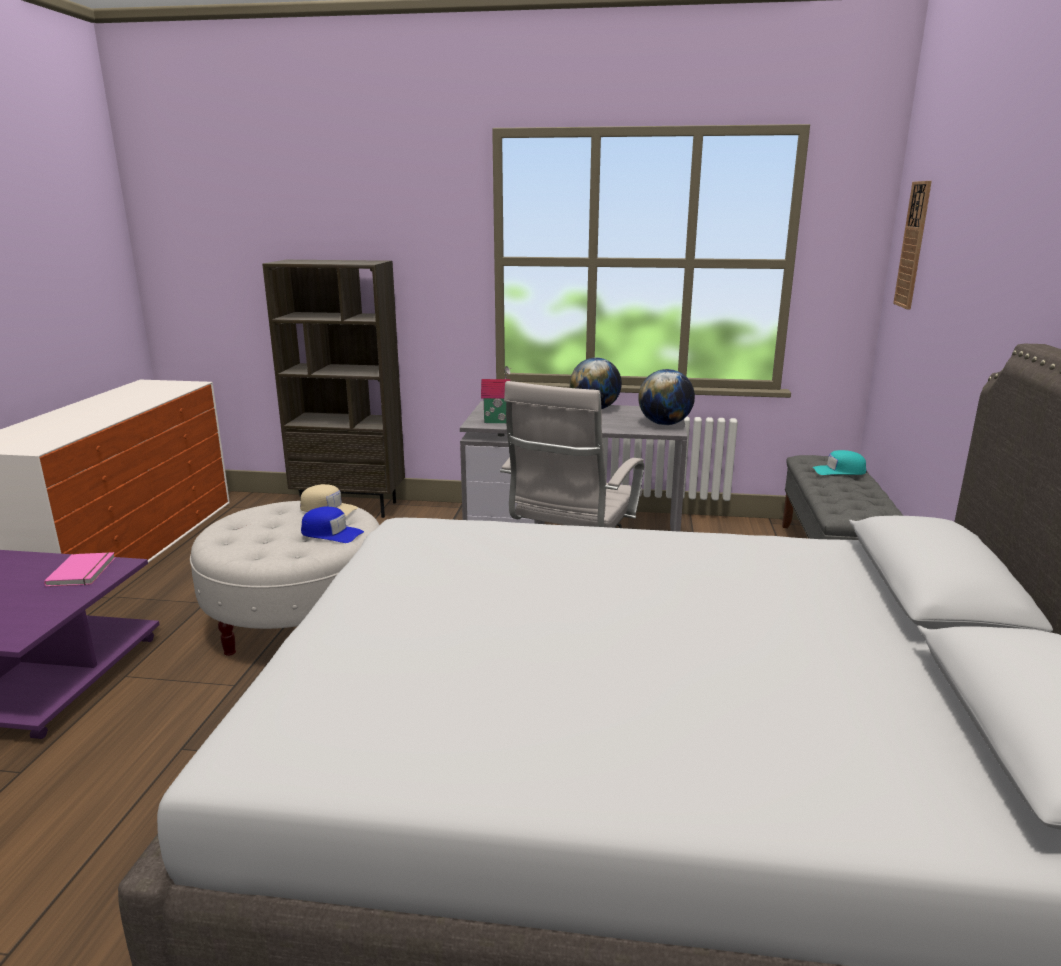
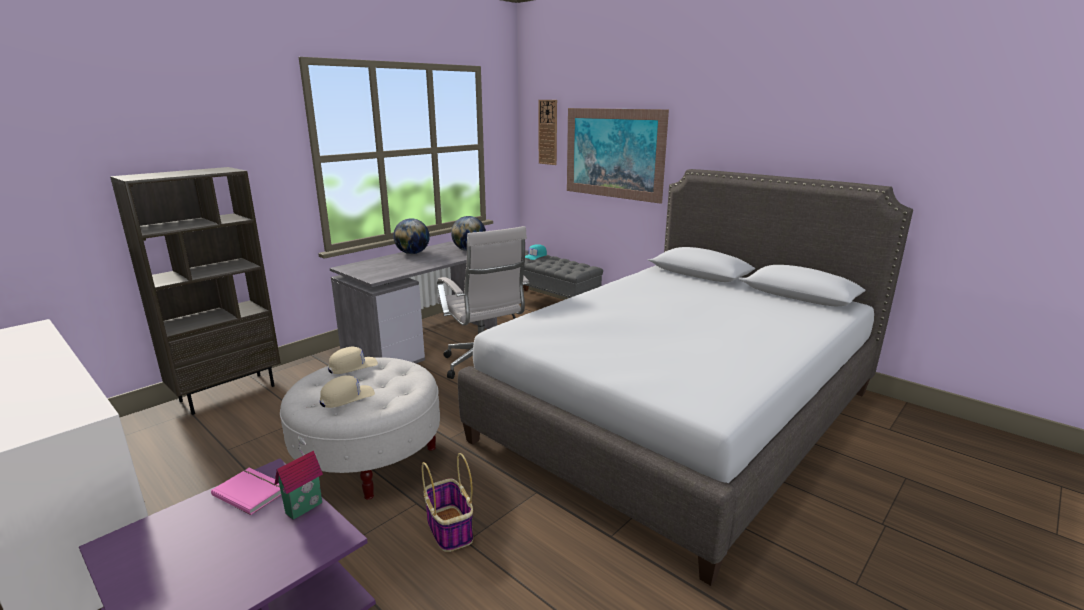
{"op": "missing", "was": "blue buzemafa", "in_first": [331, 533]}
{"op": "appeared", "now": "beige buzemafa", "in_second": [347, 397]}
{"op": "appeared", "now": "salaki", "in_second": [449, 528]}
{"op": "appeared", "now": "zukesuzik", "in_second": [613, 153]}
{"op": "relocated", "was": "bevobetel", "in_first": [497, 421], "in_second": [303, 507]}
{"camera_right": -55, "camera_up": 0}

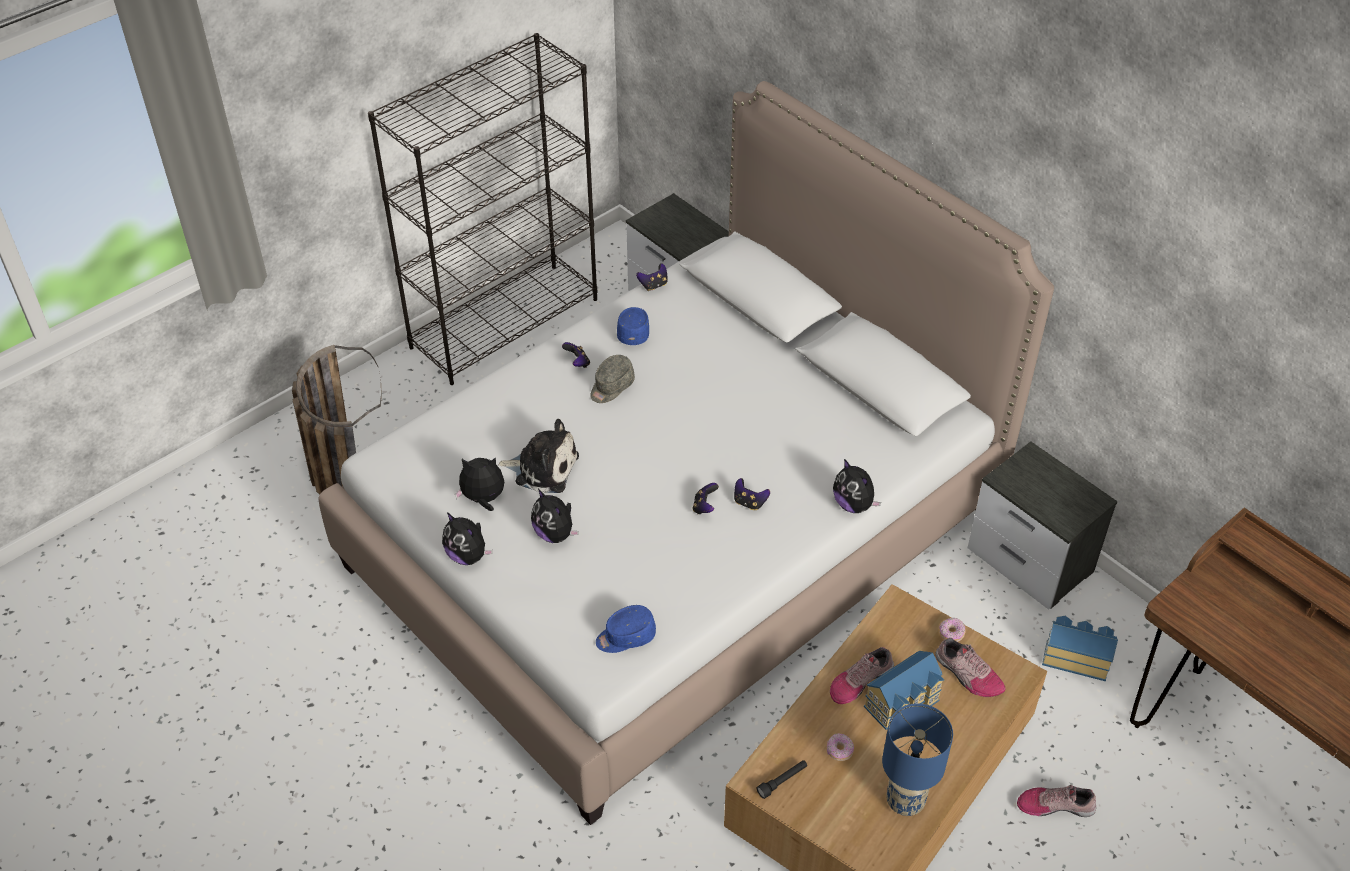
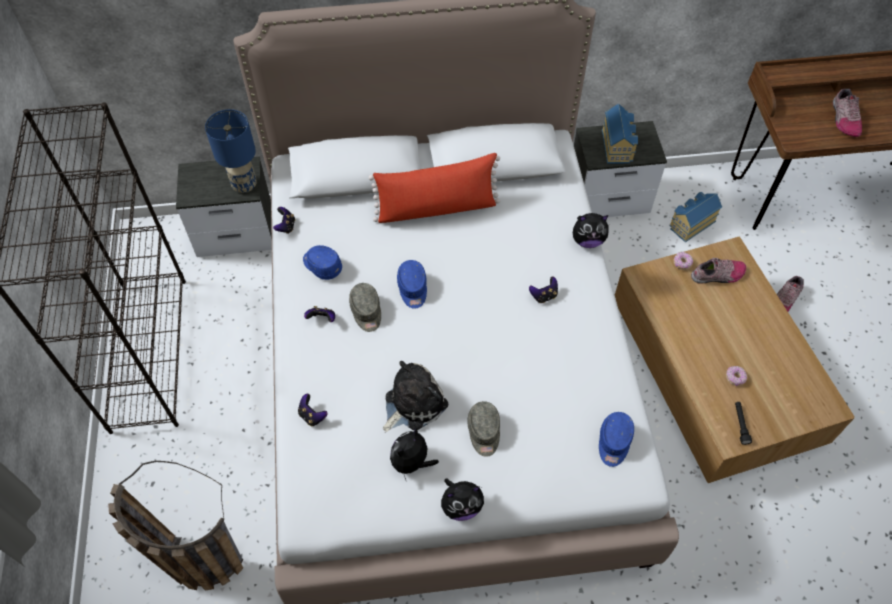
{"op": "appeared", "now": "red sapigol", "in_second": [436, 208]}
{"op": "appeared", "now": "blue buzemafa", "in_second": [412, 289]}
{"op": "relocated", "was": "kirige", "in_first": [704, 507], "in_second": [312, 416]}
{"op": "relocated", "was": "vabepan", "in_first": [860, 681], "in_second": [844, 119]}
{"op": "relocated", "was": "bevobetel", "in_first": [904, 703], "in_second": [618, 145]}
{"op": "relocated", "was": "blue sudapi", "in_first": [904, 801], "in_second": [244, 185]}
{"op": "exchanged", "was": "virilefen", "now": "grey buzemafa", "in_first": [555, 534], "in_second": [484, 432]}
{"camera_right": -55, "camera_up": 10}

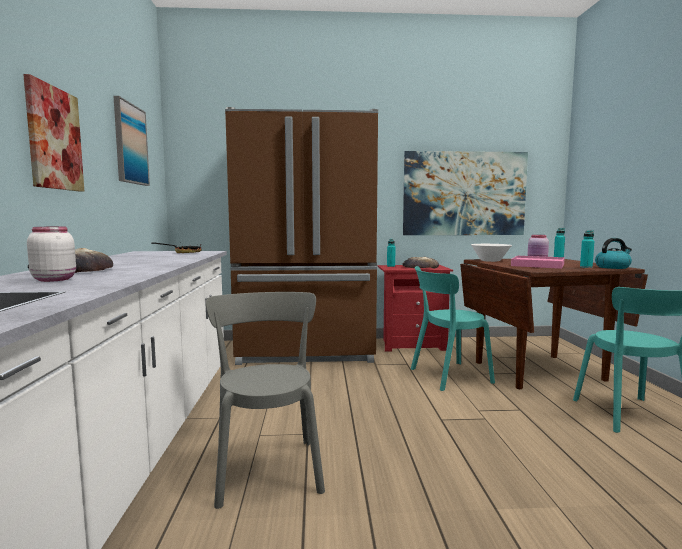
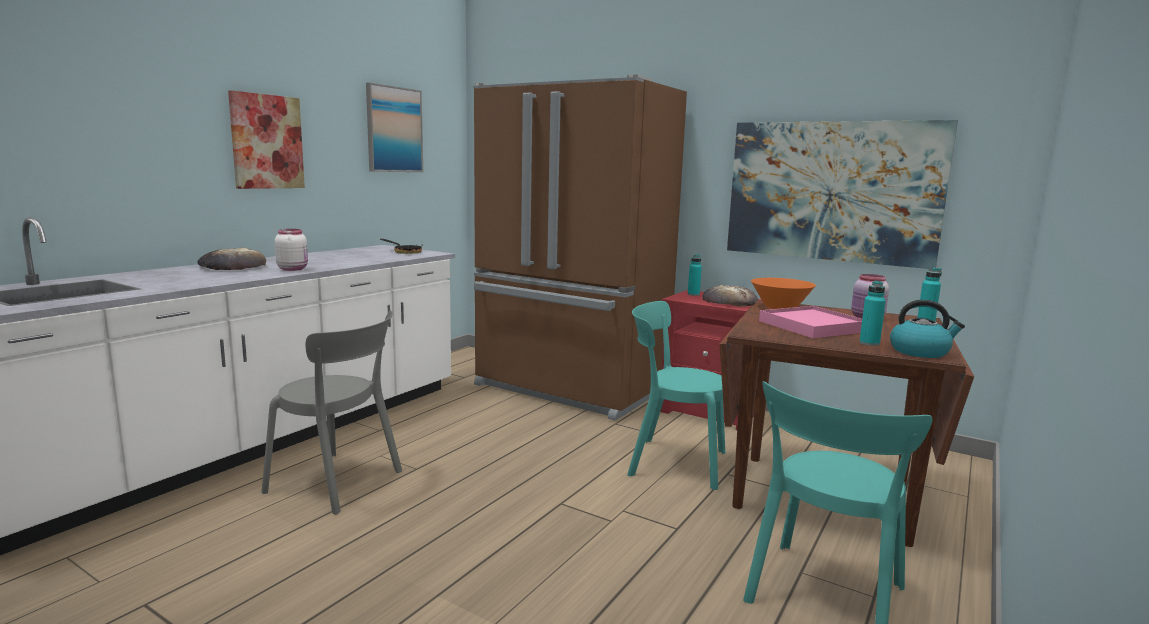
{"op": "relocated", "was": "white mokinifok", "in_first": [54, 279], "in_second": [293, 269]}
{"op": "colour", "was": "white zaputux", "now": "orange zaputux", "in_first": [490, 261], "in_second": [780, 308]}
{"op": "spun", "was": "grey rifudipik", "in_first": [267, 467], "in_second": [339, 483], "clockwise": 90}
{"camera_right": 35, "camera_up": 5}

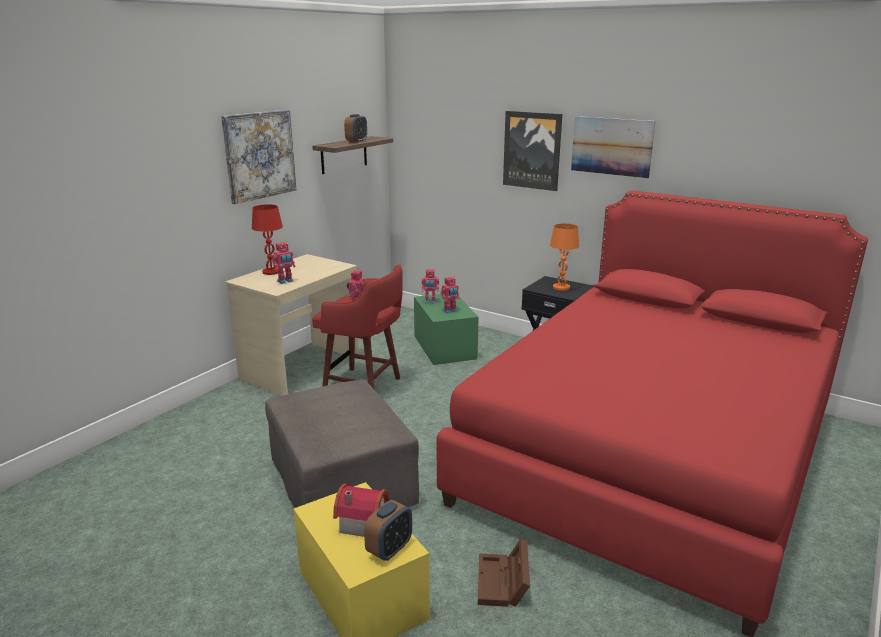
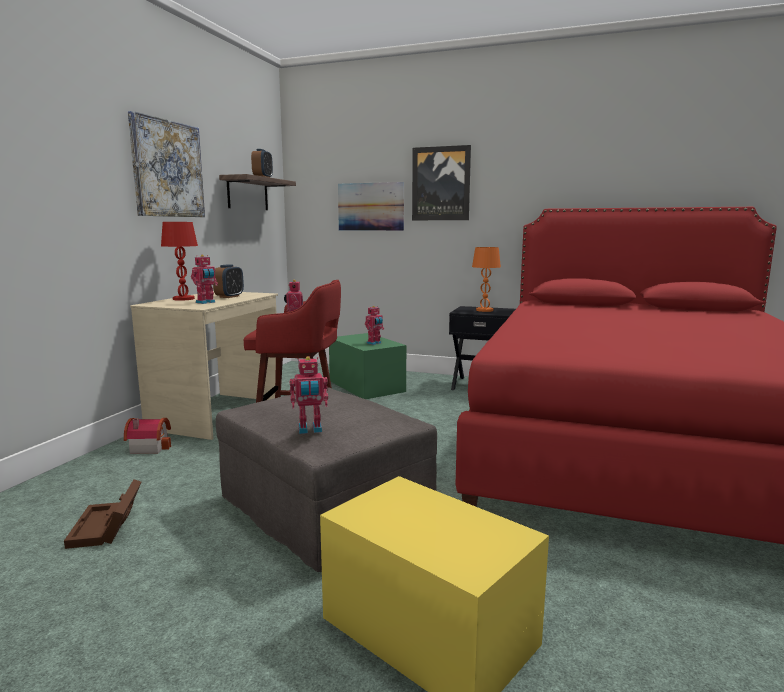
{"op": "relocated", "was": "bevobetel", "in_first": [362, 521], "in_second": [149, 447]}
{"op": "relocated", "was": "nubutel", "in_first": [389, 549], "in_second": [229, 296]}
{"op": "relocated", "was": "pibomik", "in_first": [430, 302], "in_second": [310, 430]}
{"op": "relocated", "was": "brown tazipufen", "in_first": [503, 583], "in_second": [107, 527]}
{"op": "relocated", "was": "zukesuzik", "in_first": [611, 146], "in_second": [370, 206]}
{"camera_right": -15, "camera_up": -10}

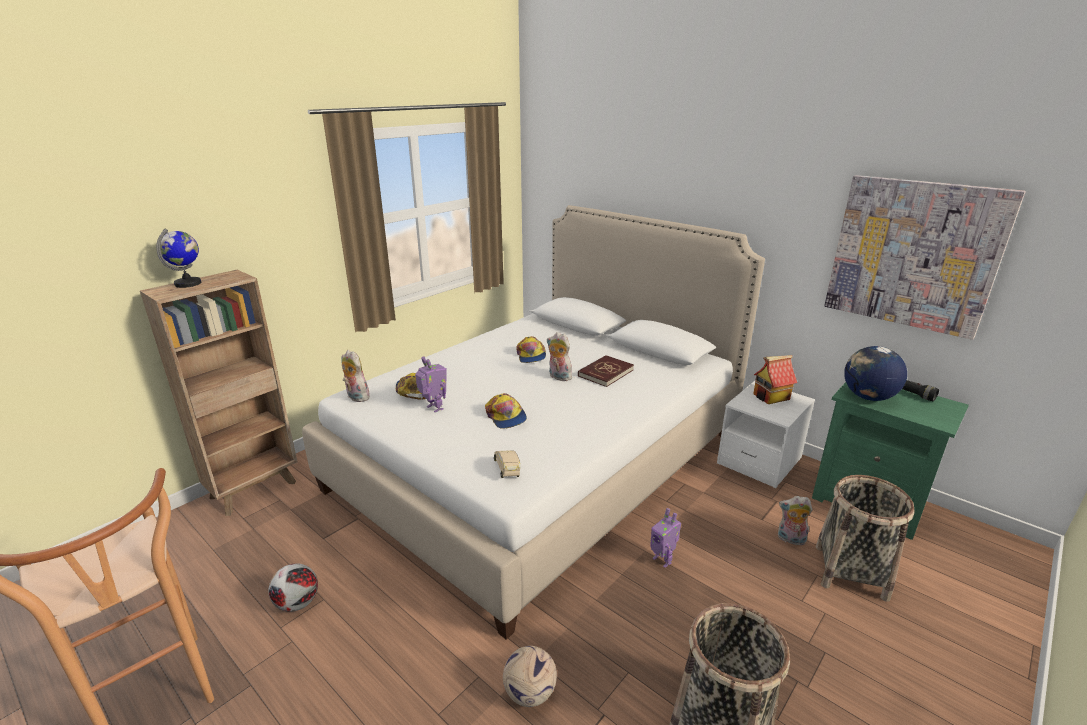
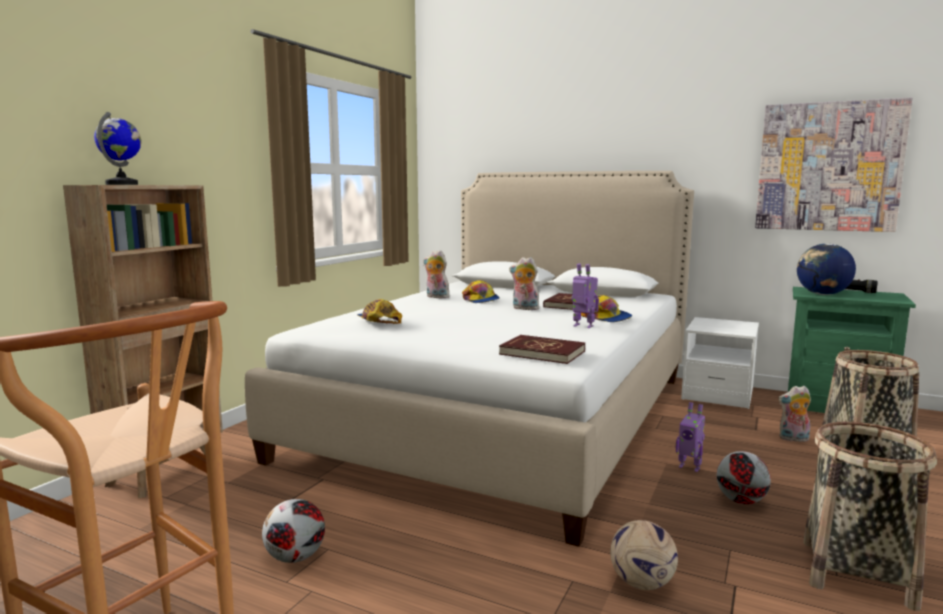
{"op": "missing", "was": "bevobetel", "in_first": [771, 397]}
{"op": "appeared", "now": "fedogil", "in_second": [740, 501]}
{"op": "relocated", "was": "virilefen", "in_first": [356, 397], "in_second": [436, 297]}
{"op": "relocated", "was": "pibomik", "in_first": [434, 408], "in_second": [583, 326]}
{"op": "relocated", "was": "buzemafa", "in_first": [506, 416], "in_second": [606, 318]}
{"op": "exchanged", "was": "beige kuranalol", "now": "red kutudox", "in_first": [507, 469], "in_second": [542, 353]}
{"camera_right": -15, "camera_up": -15}

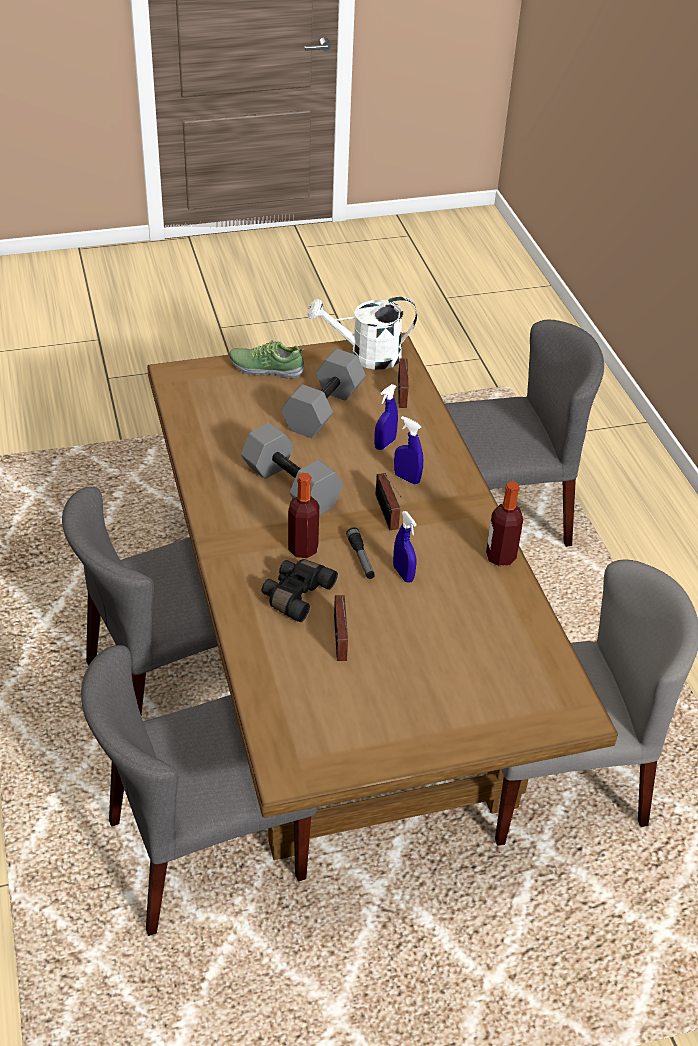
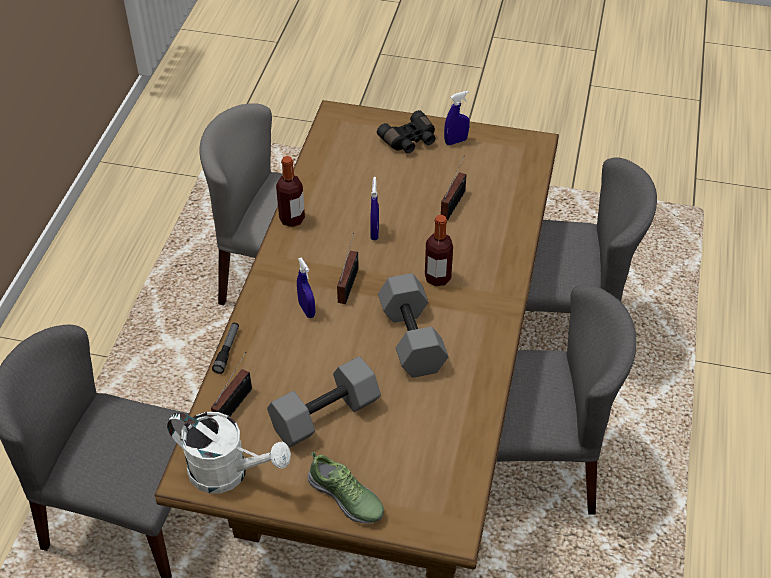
{"op": "relocated", "was": "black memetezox", "in_first": [295, 594], "in_second": [410, 141]}
{"op": "relocated", "was": "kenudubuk", "in_first": [361, 558], "in_second": [227, 350]}
{"op": "relocated", "was": "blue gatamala", "in_first": [385, 444], "in_second": [456, 141]}
{"camera_right": -150, "camera_up": 5}

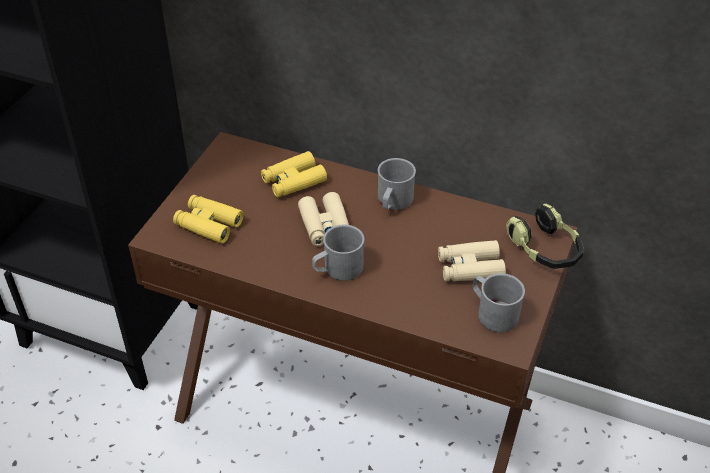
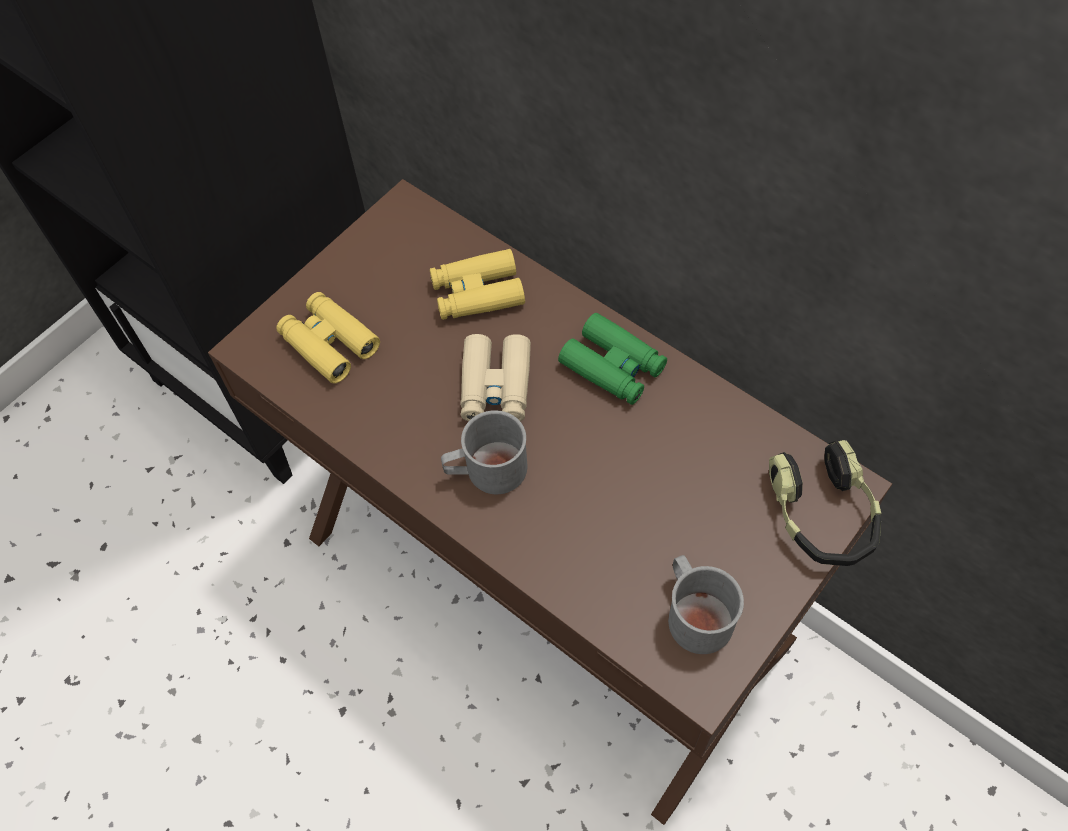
{"op": "missing", "was": "beige memetezox", "in_first": [470, 268]}
{"op": "exchanged", "was": "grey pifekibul", "now": "green memetezox", "in_first": [393, 202], "in_second": [613, 366]}
{"camera_right": 20, "camera_up": 15}

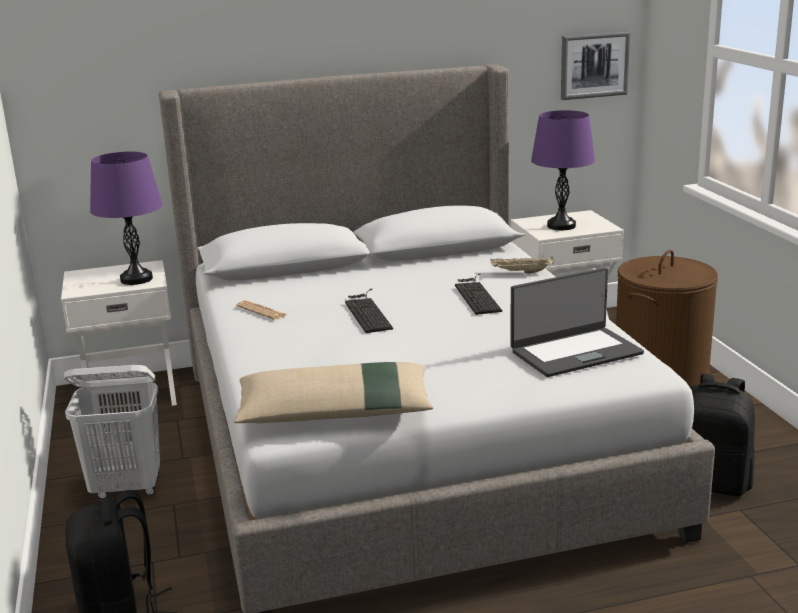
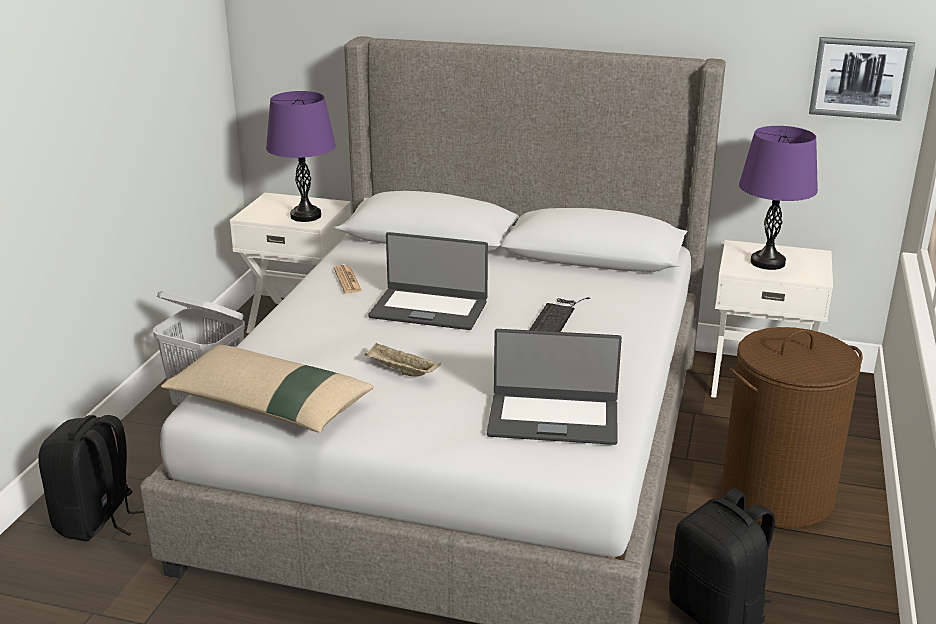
{"op": "relocated", "was": "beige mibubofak", "in_first": [521, 272], "in_second": [401, 371]}
{"op": "exchanged", "was": "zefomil", "now": "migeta", "in_first": [367, 311], "in_second": [429, 309]}
{"camera_right": 30, "camera_up": 5}

